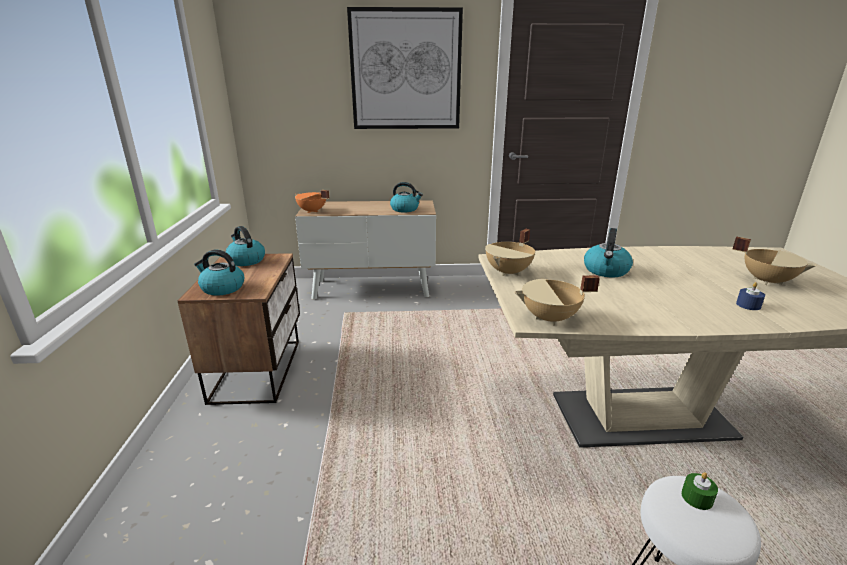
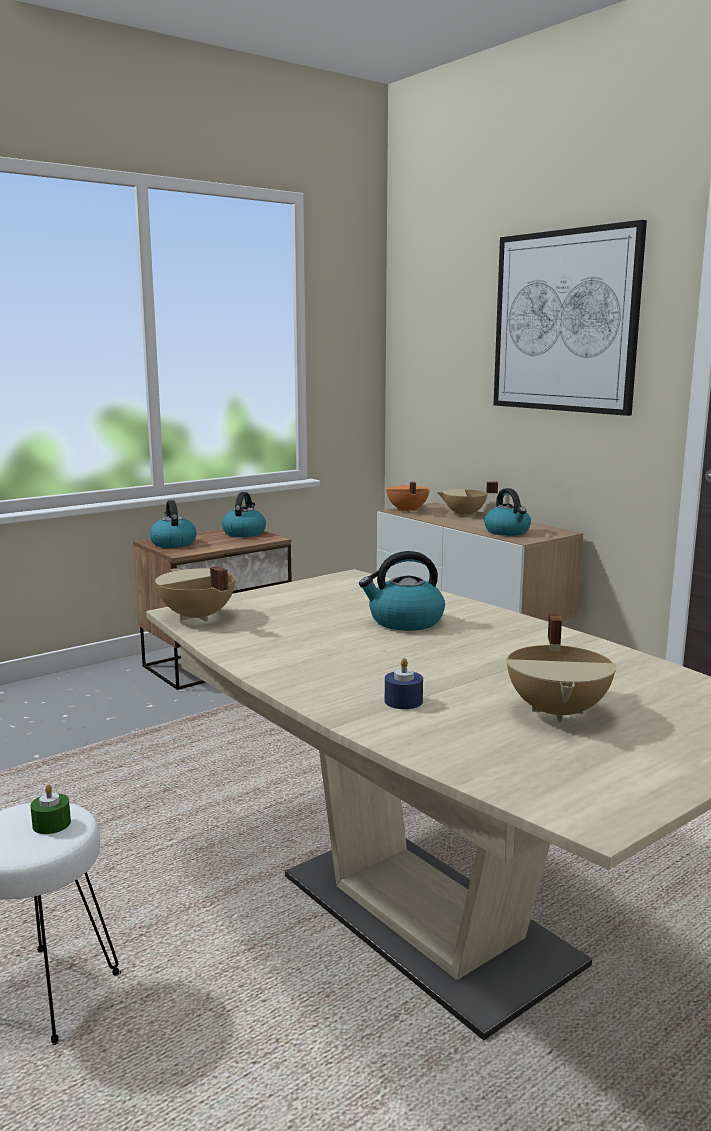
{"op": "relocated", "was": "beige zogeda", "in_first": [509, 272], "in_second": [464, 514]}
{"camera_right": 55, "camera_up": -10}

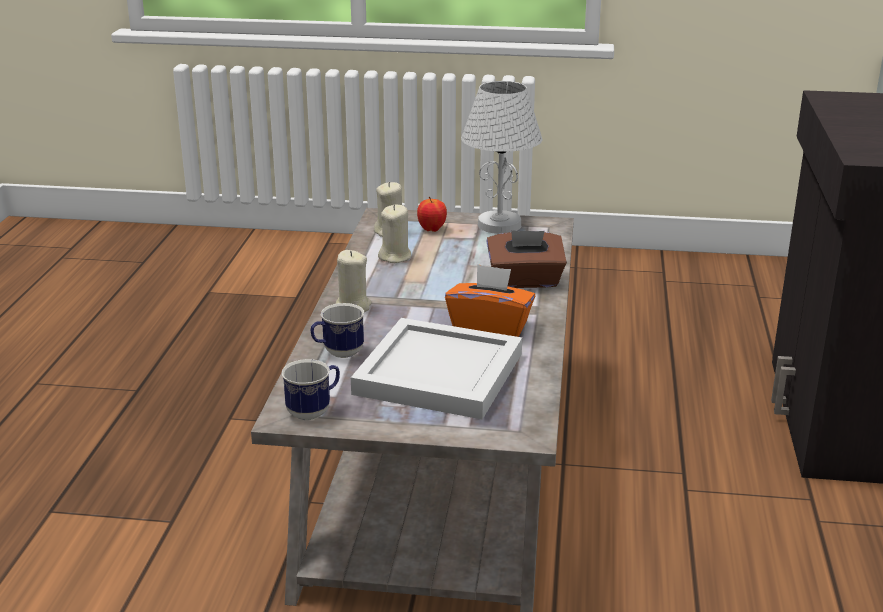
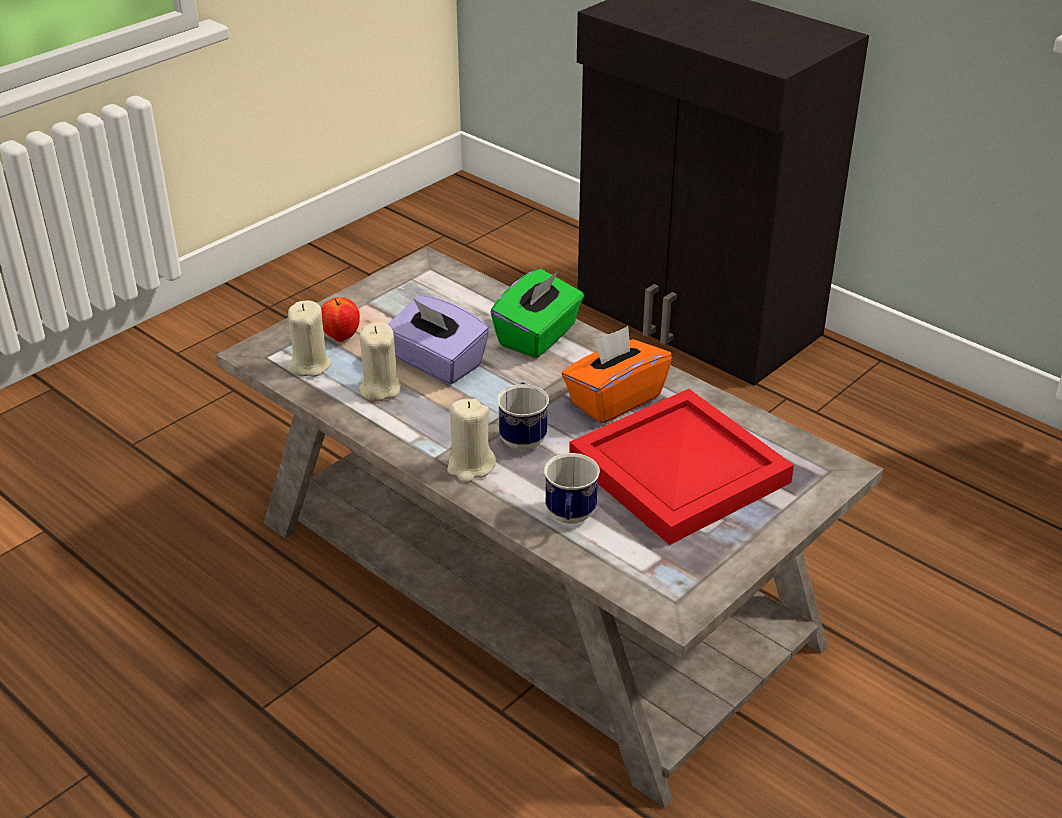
{"op": "missing", "was": "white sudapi", "in_first": [498, 225]}
{"op": "appeared", "now": "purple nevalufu", "in_second": [437, 363]}
{"op": "relocated", "was": "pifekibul", "in_first": [314, 411], "in_second": [523, 436]}
{"op": "colour", "was": "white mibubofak", "now": "red mibubofak", "in_first": [436, 374], "in_second": [678, 473]}
{"op": "colour", "was": "brown nevalufu", "now": "green nevalufu", "in_first": [525, 281], "in_second": [538, 336]}
{"camera_right": -55, "camera_up": 10}

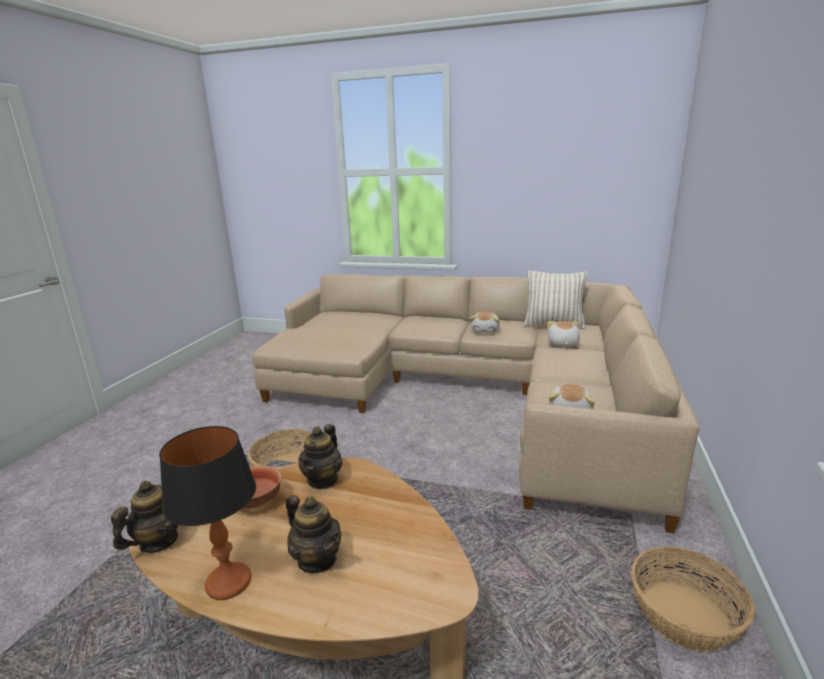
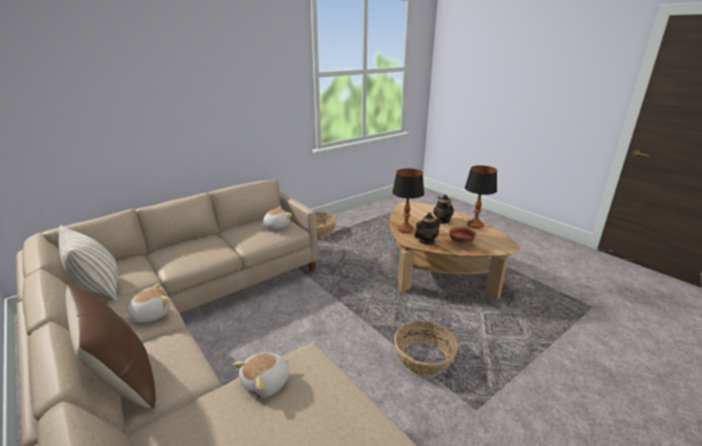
{"op": "missing", "was": "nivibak", "in_first": [159, 541]}
{"op": "appeared", "now": "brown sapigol", "in_second": [124, 381]}
{"op": "appeared", "now": "sudapi", "in_second": [405, 229]}
{"op": "relocated", "was": "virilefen", "in_first": [562, 343], "in_second": [266, 383]}
{"camera_right": -145, "camera_up": 5}

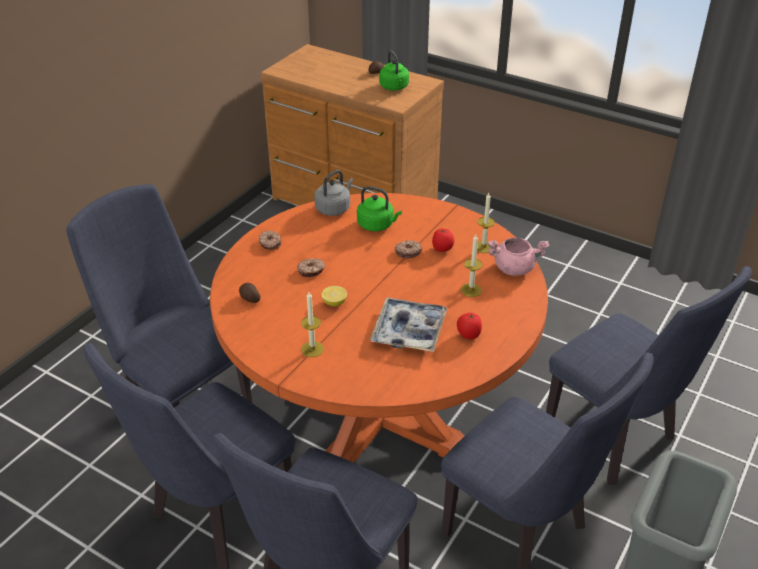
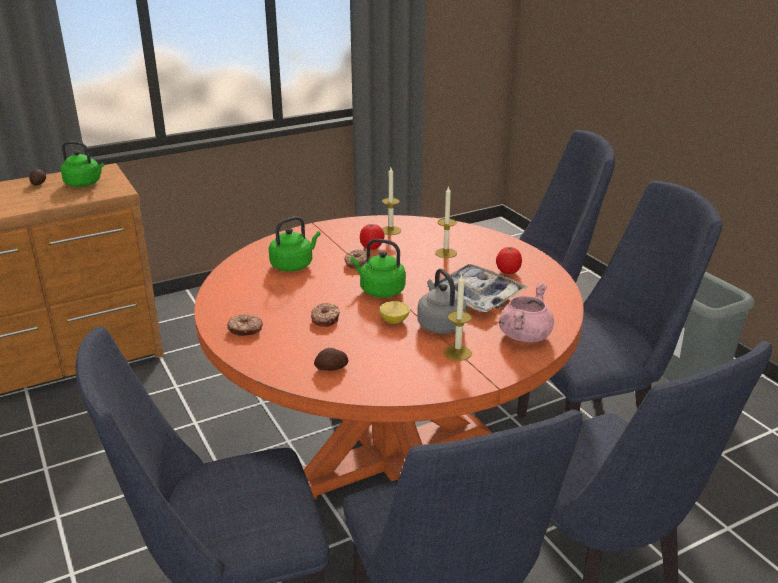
{"op": "appeared", "now": "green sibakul", "in_second": [380, 290]}
{"op": "relocated", "was": "grey sibakul", "in_first": [334, 208], "in_second": [440, 324]}
{"op": "relocated", "was": "pink zogeda", "in_first": [514, 268], "in_second": [524, 335]}
{"camera_right": -60, "camera_up": -10}

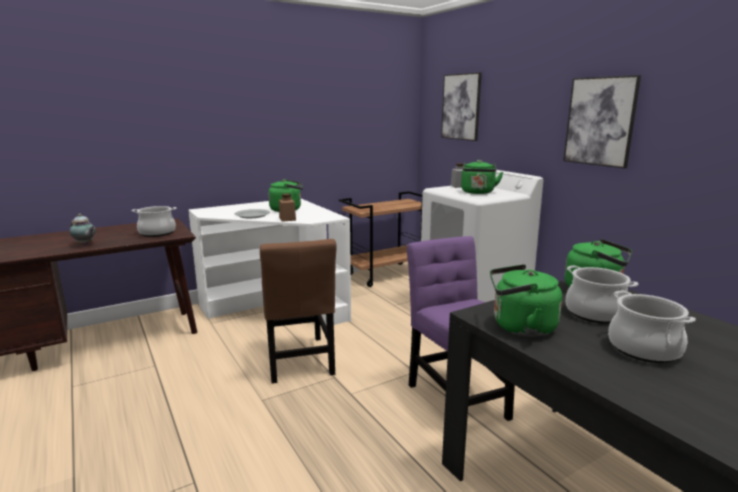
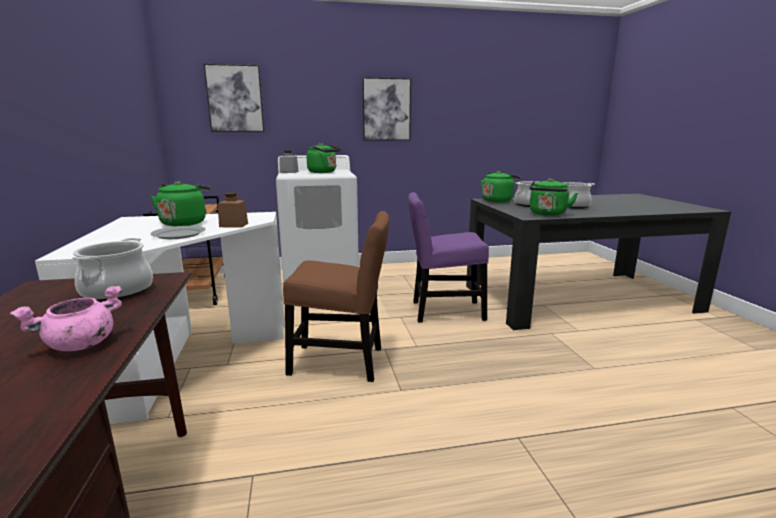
{"op": "exchanged", "was": "nivibak", "now": "pink zogeda", "in_first": [85, 244], "in_second": [80, 345]}
{"camera_right": -70, "camera_up": 0}

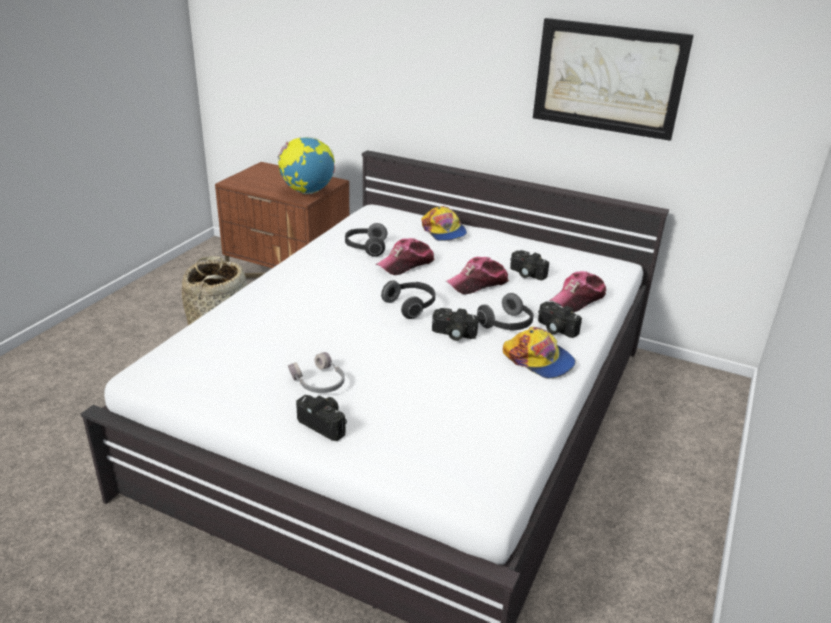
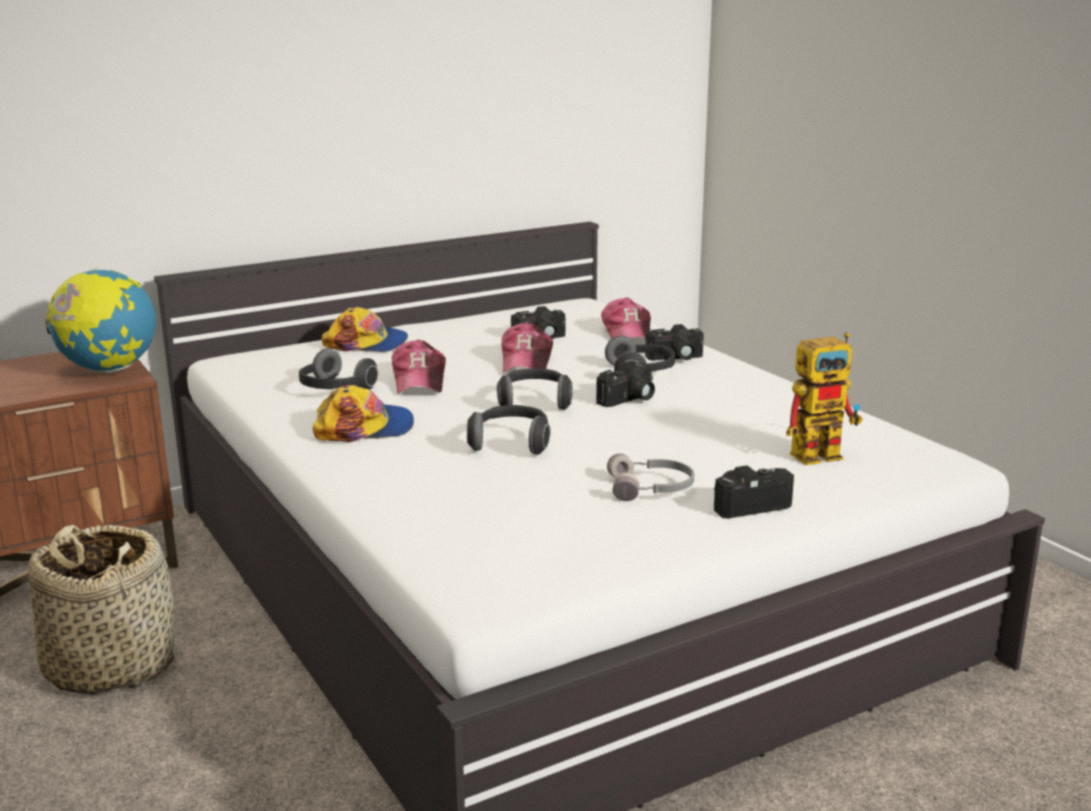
{"op": "missing", "was": "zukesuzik", "in_first": [608, 78]}
{"op": "appeared", "now": "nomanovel", "in_second": [511, 443]}
{"op": "appeared", "now": "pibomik", "in_second": [823, 453]}
{"op": "relocated", "was": "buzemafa", "in_first": [539, 360], "in_second": [364, 428]}
{"camera_right": -55, "camera_up": -10}

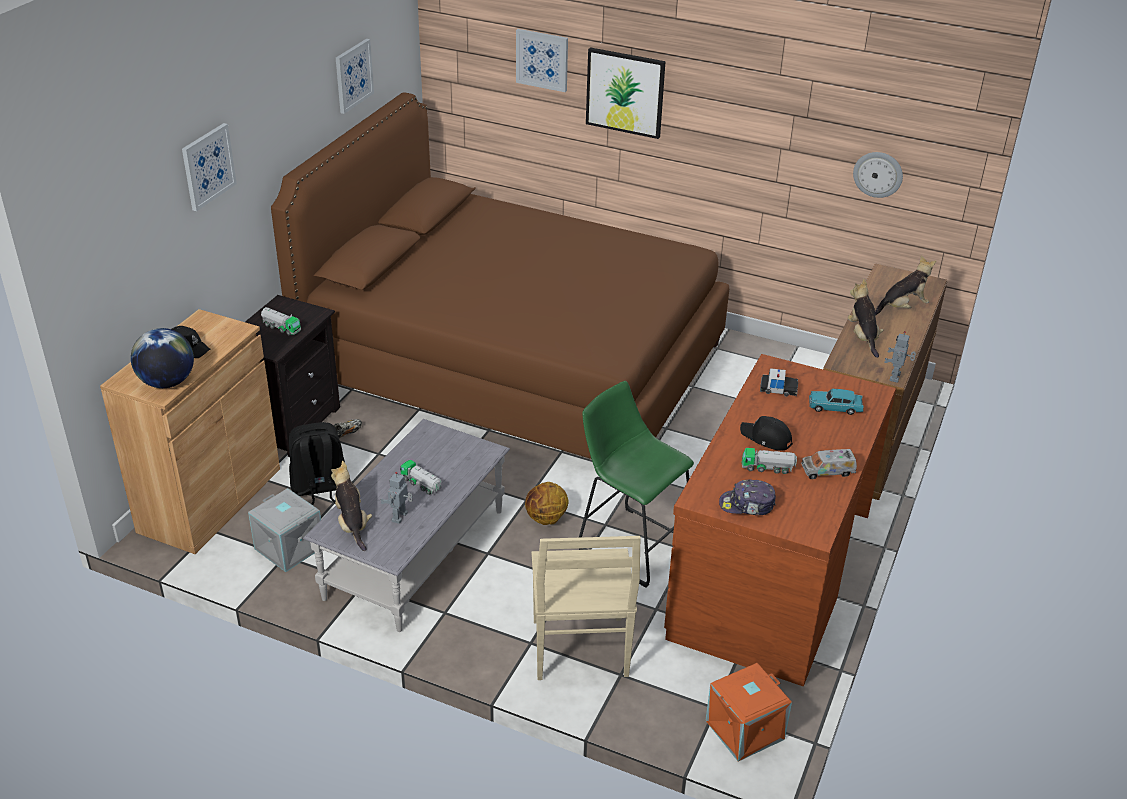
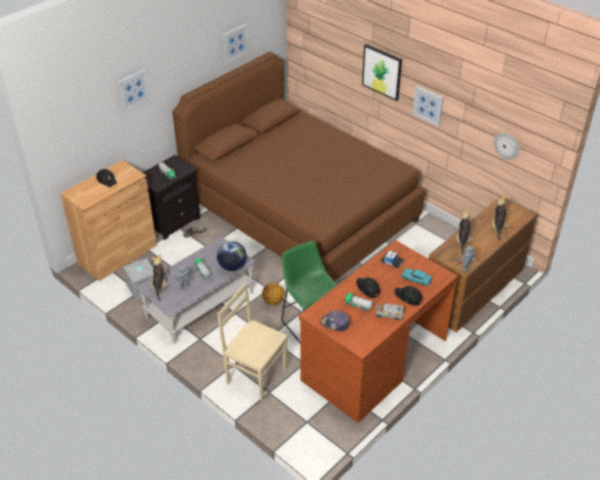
{"op": "missing", "was": "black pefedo", "in_first": [319, 489]}
{"op": "missing", "was": "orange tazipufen", "in_first": [745, 731]}
{"op": "appeared", "now": "black buzemafa", "in_second": [408, 297]}
{"op": "relocated", "was": "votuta", "in_first": [167, 382], "in_second": [232, 267]}
{"op": "relocated", "was": "zukesuzik", "in_first": [542, 59], "in_second": [428, 105]}
{"op": "spun", "was": "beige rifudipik", "in_first": [580, 650], "in_second": [255, 375], "clockwise": 105}
{"op": "spun", "was": "virilefen", "in_first": [902, 307], "in_second": [498, 226], "clockwise": -75}
{"camera_right": 20, "camera_up": 5}

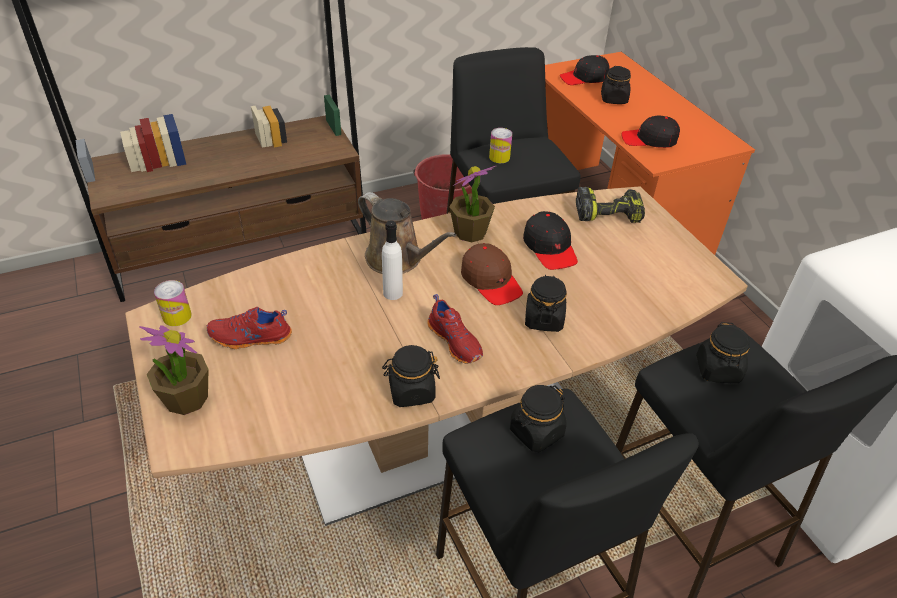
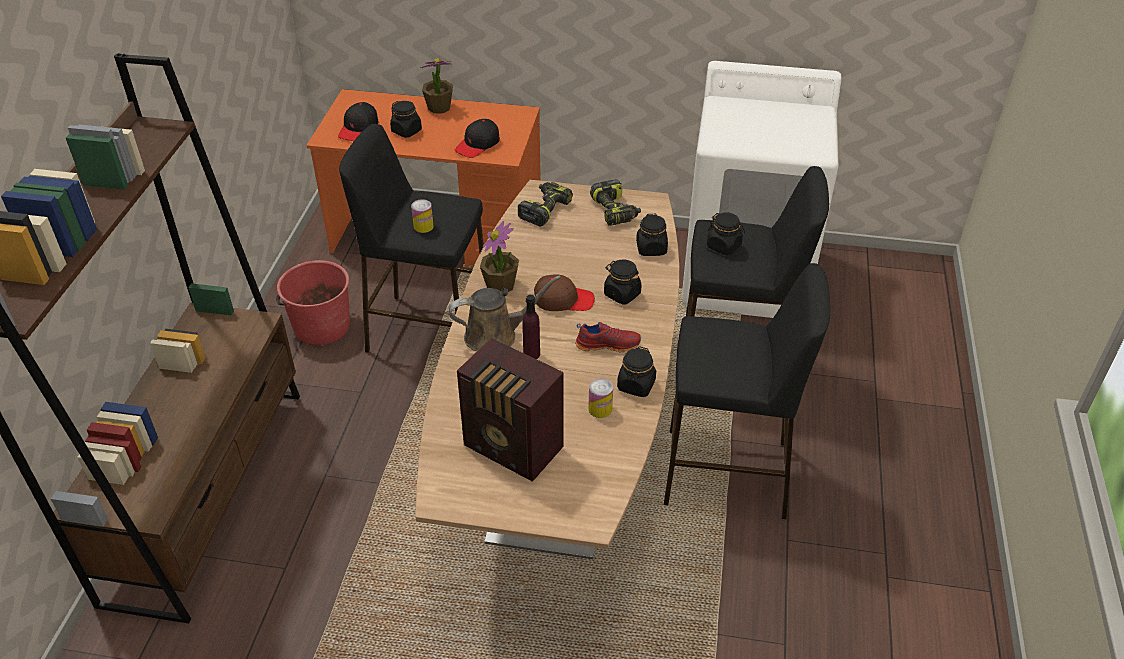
{"op": "missing", "was": "black buzemafa", "in_first": [550, 248]}
{"op": "appeared", "now": "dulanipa", "in_second": [615, 211]}
{"op": "relocated", "was": "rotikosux", "in_first": [186, 398], "in_second": [439, 107]}
{"op": "relocated", "was": "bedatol", "in_first": [177, 316], "in_second": [600, 409]}
{"op": "relocated", "was": "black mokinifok", "in_first": [536, 432], "in_second": [651, 249]}
{"op": "exchanged", "was": "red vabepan", "now": "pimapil", "in_first": [250, 338], "in_second": [514, 449]}
{"op": "colour", "was": "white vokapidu", "now": "purple vokapidu", "in_first": [393, 293], "in_second": [531, 354]}
{"camera_right": -55, "camera_up": 0}

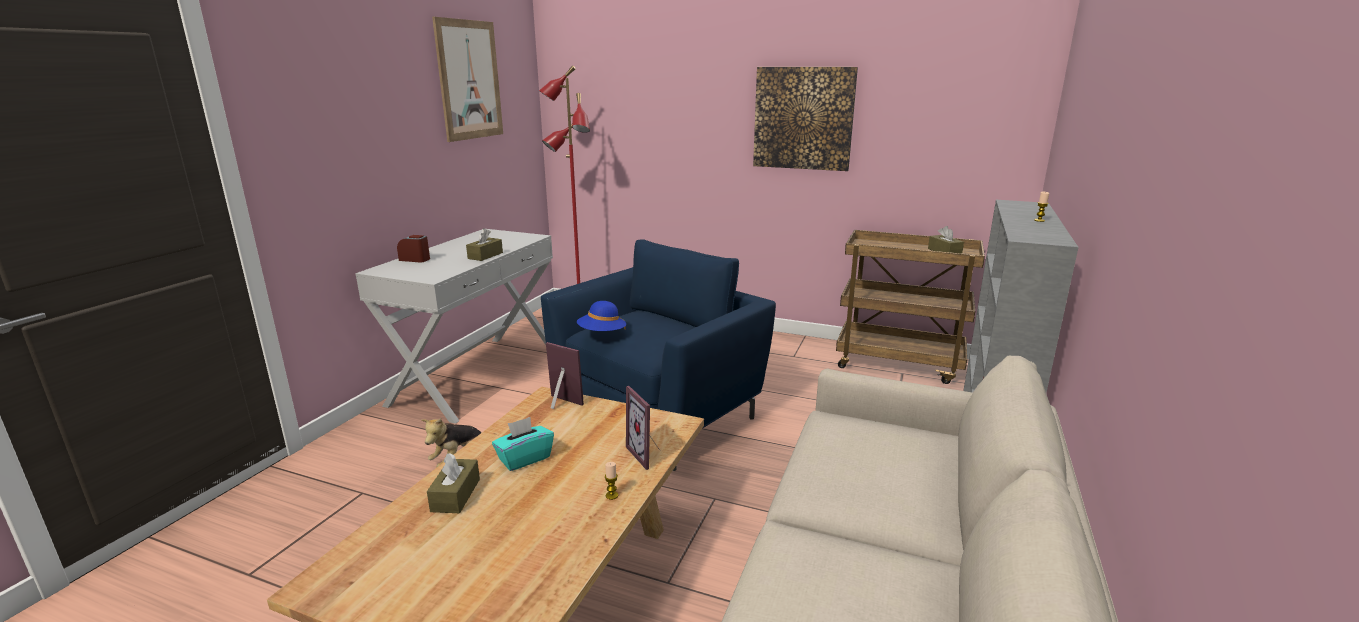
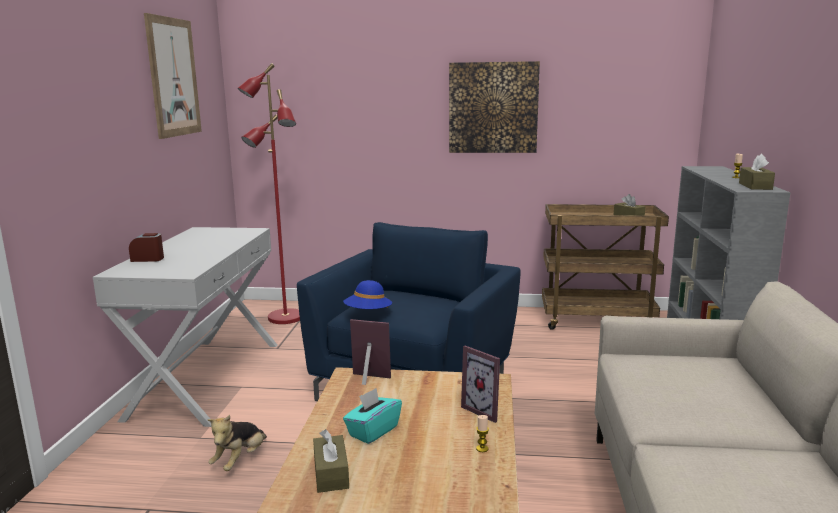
{"op": "relocated", "was": "brown nevalufu", "in_first": [485, 255], "in_second": [755, 186]}
{"camera_right": -15, "camera_up": -5}

